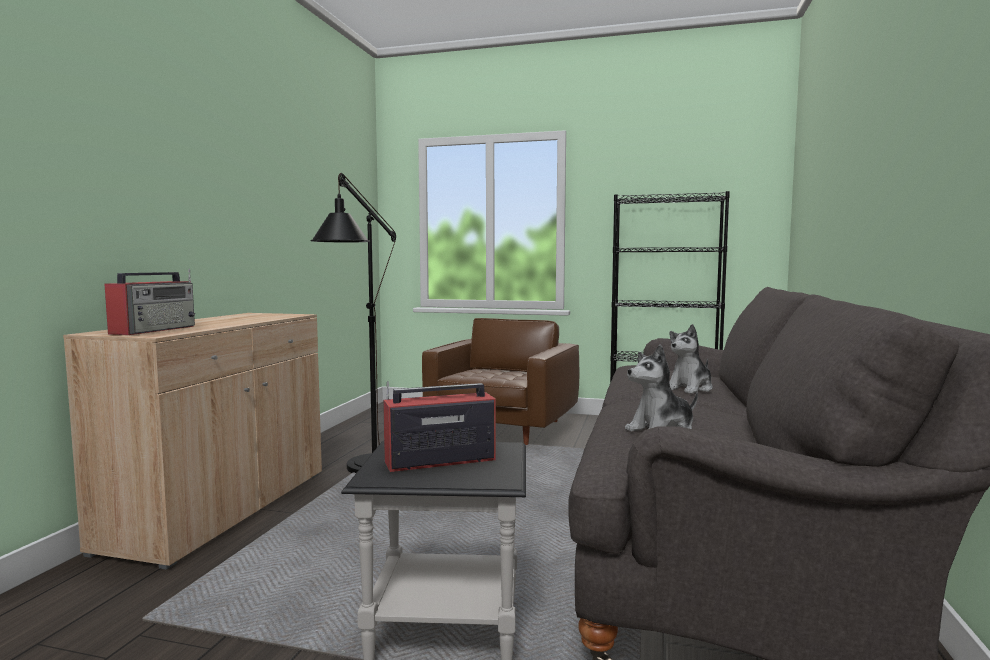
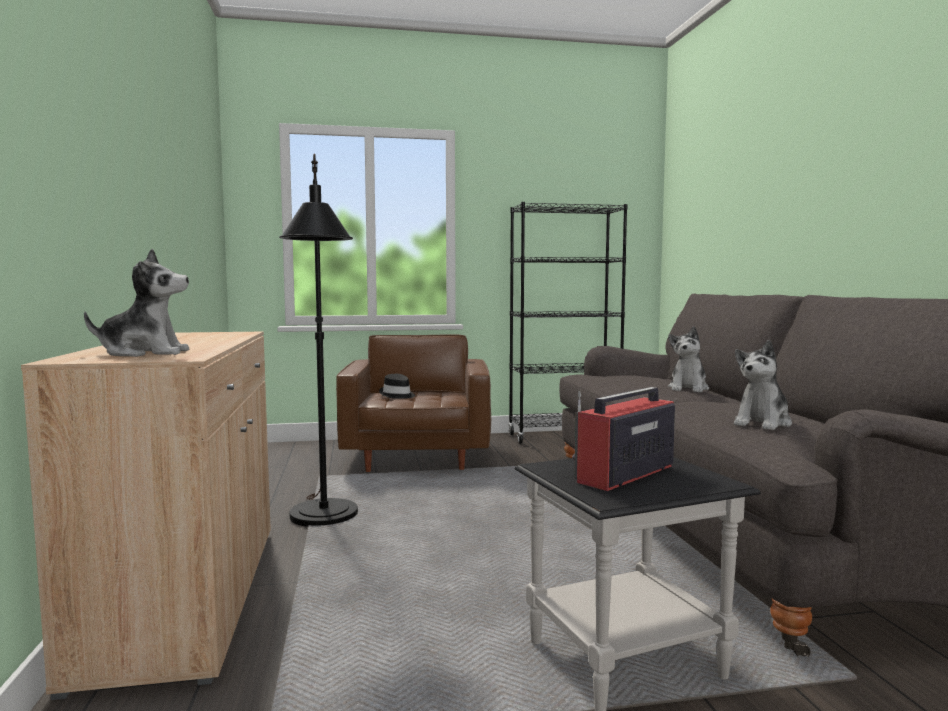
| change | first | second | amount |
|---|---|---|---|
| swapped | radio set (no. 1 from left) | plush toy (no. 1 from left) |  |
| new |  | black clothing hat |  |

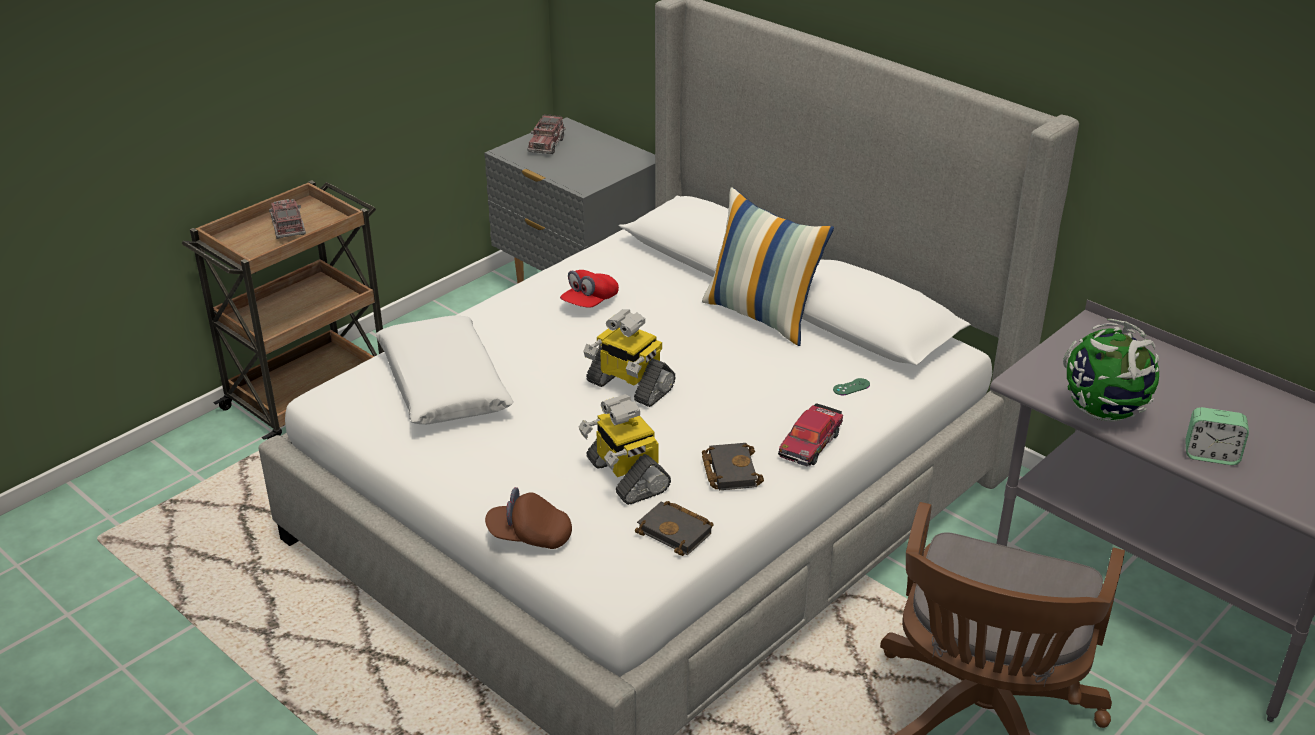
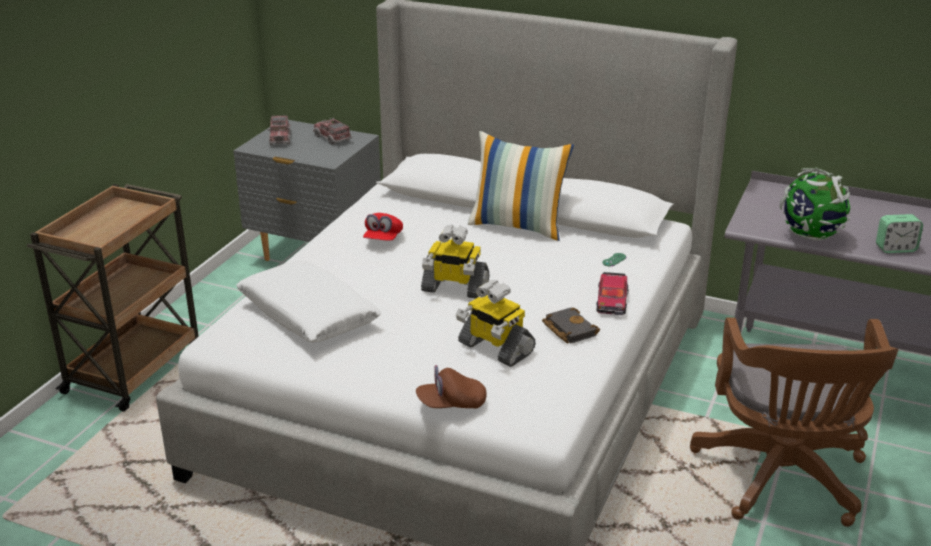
| change | first | second | amount |
|---|---|---|---|
| shifted | toy lorry (no. 1 from left in the first image) | toy lorry (no. 2 from left) |  |
| gone | black volume (no. 1 from left) |  |  |

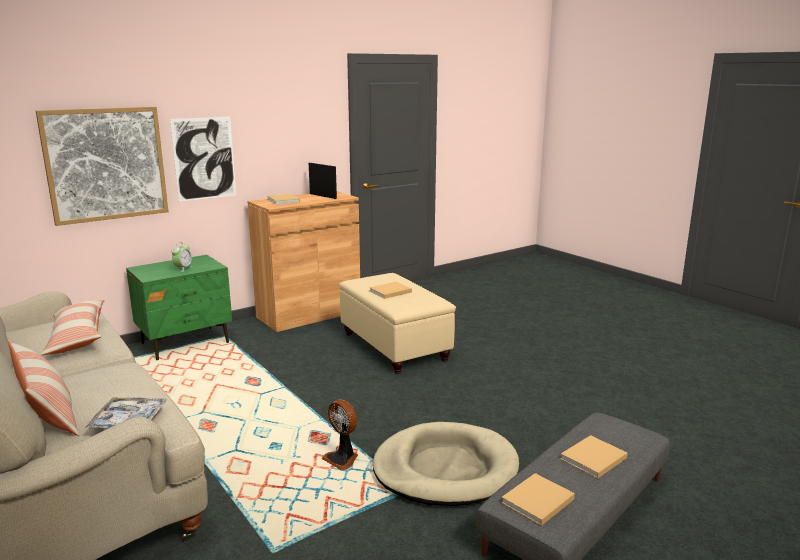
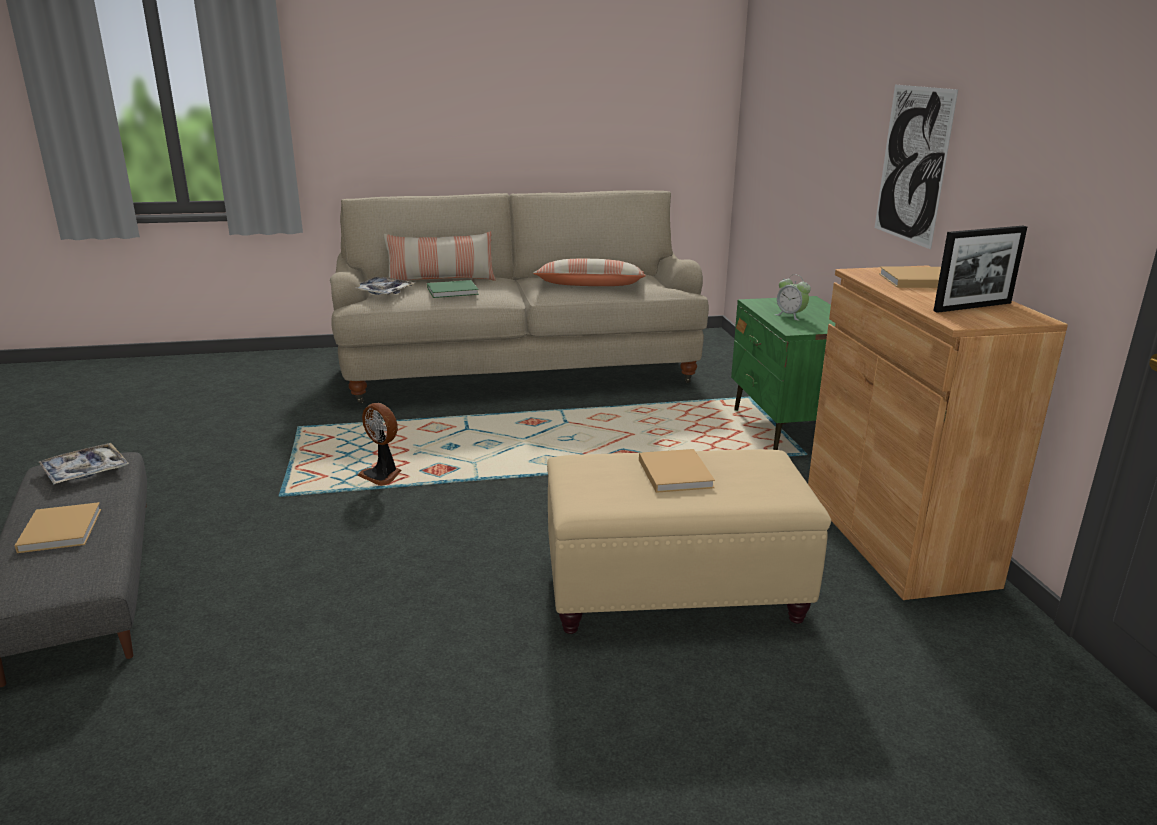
| change | first | second | amount |
|---|---|---|---|
| gone | wall picture (no. 1 from left) |  |  |
| rotated | cooling fan |  | 120 degrees counterclockwise |
| gone | beige-coloured pet bed |  |  |
| swapped | beige-coloured volume (no. 3 from left) | serving tray (no. 1 from left) |  |
| new |  | greenish volume |  |

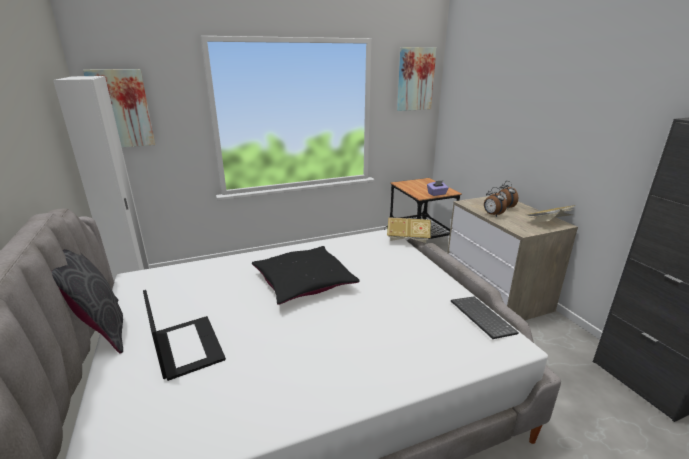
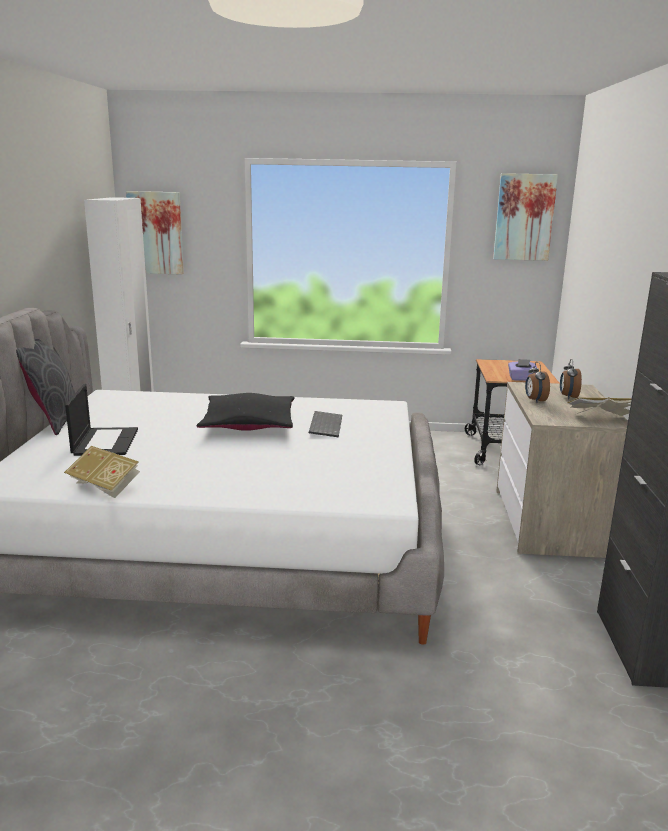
| change | first | second | amount |
|---|---|---|---|
| shifted | volume (no. 1 from left) |  |  |
| shifted | computer keyboard |  |  |

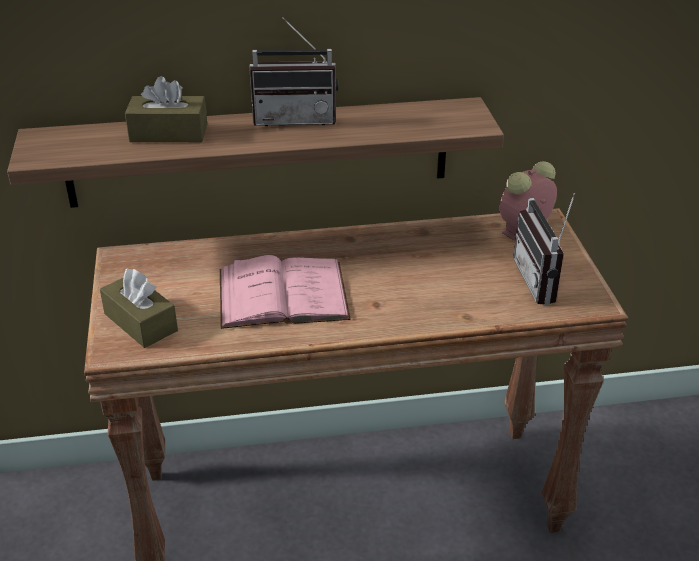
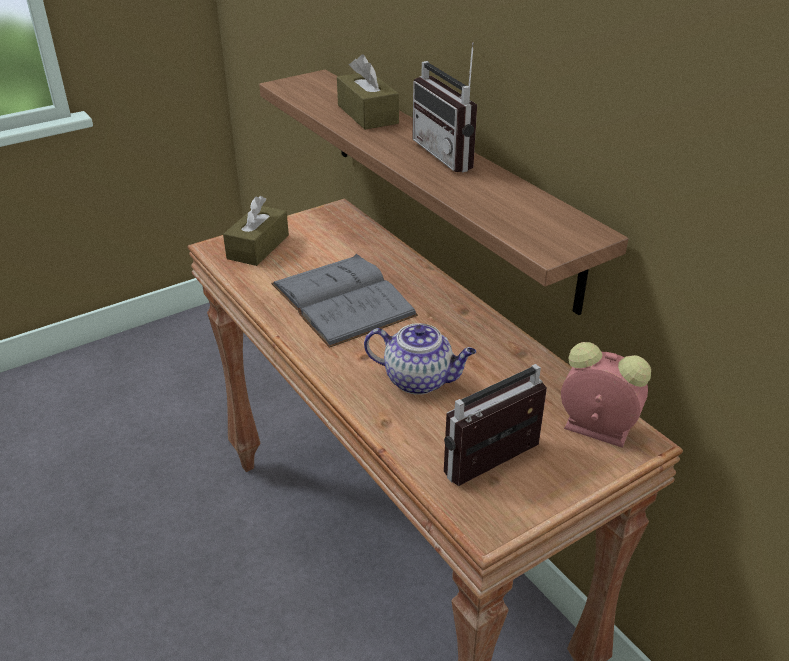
| change | first | second | amount |
|---|---|---|---|
| repainted | pink-coloured volume | gray volume |  |
| new |  | tea pot |  |

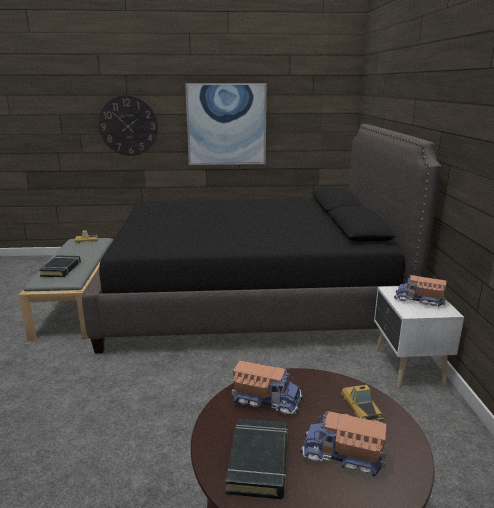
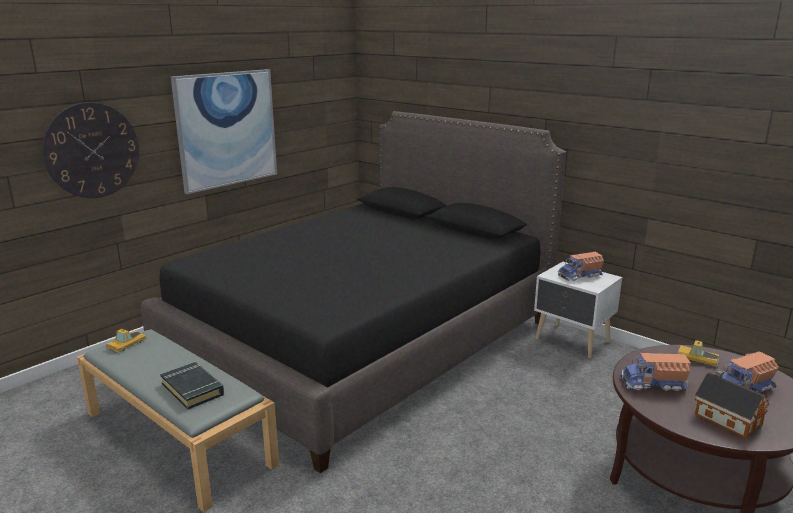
| change | first | second | amount |
|---|---|---|---|
| rotated | toy lorry (no. 1 from left in the first image) | toy lorry (no. 2 from left) | 150 degrees counterclockwise |
| swapped | black volume (no. 2 from left) | model house |  |

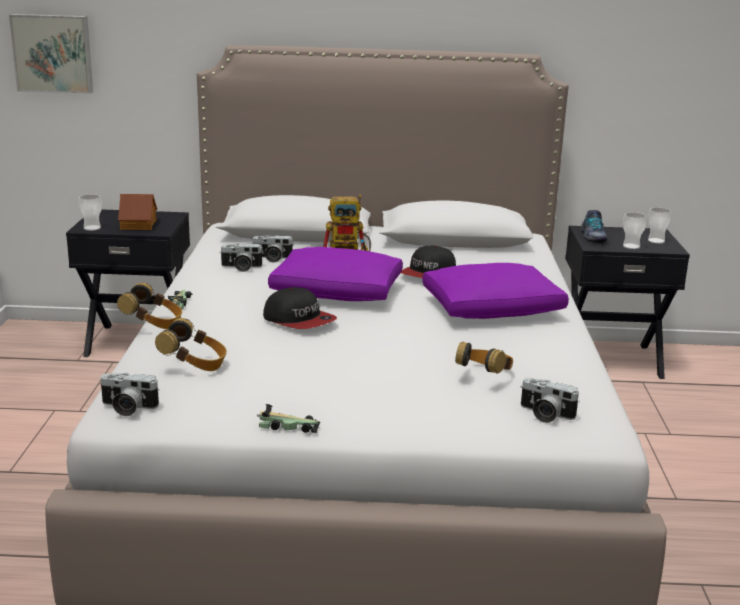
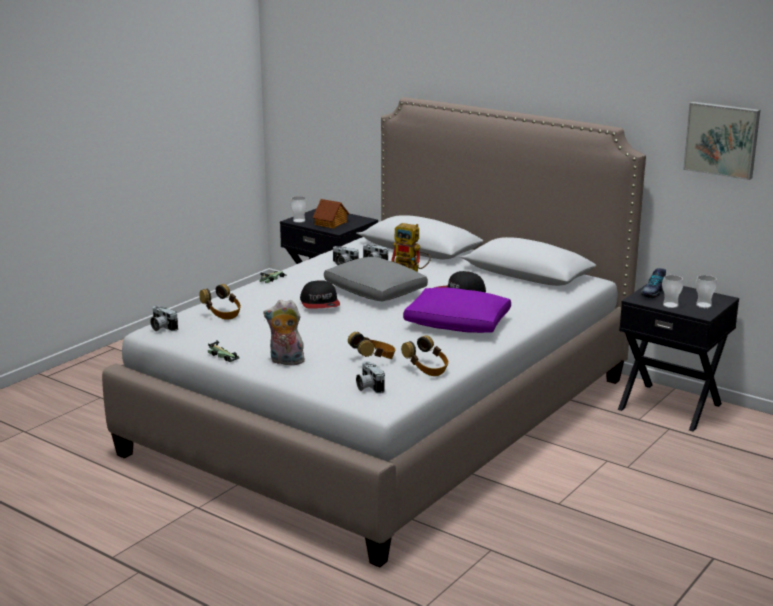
| change | first | second | amount |
|---|---|---|---|
| shifted | wall picture |  |  |
| repainted | purplish cushion (no. 1 from left) | gray cushion |  |
| shifted | headphones (no. 1 from left in the first image) | headphones (no. 3 from left) |  |
| new |  | plush toy |  |

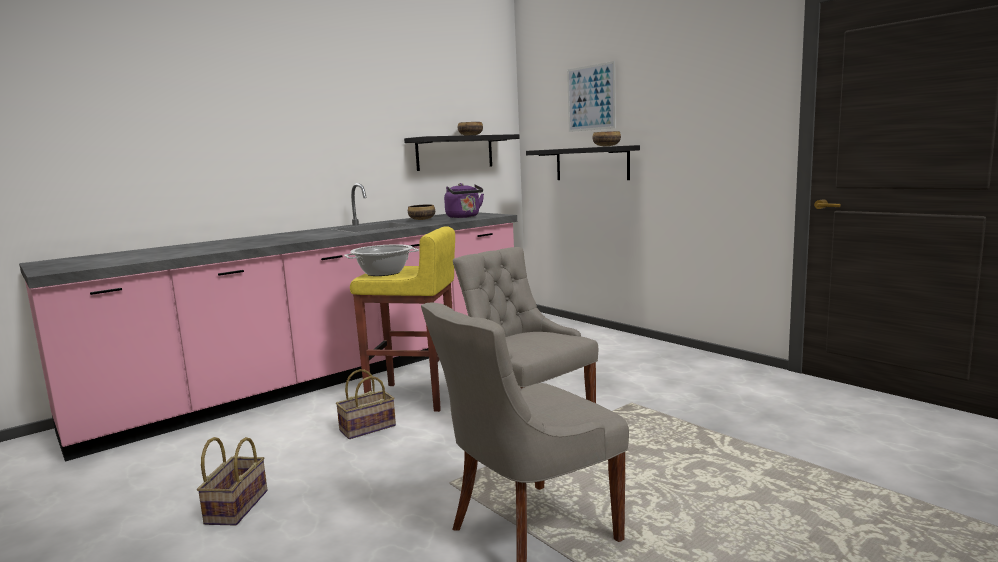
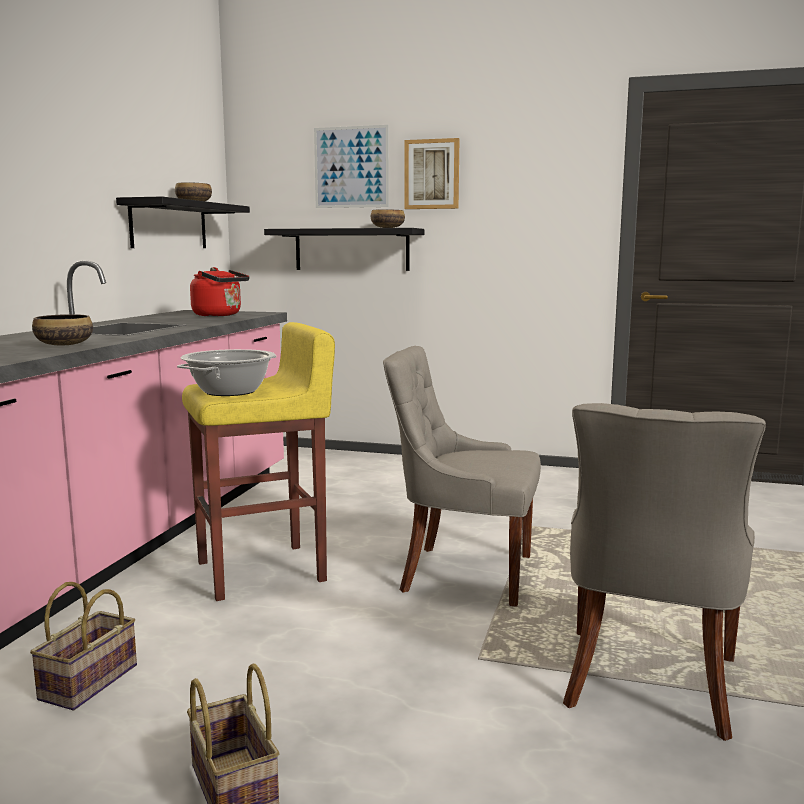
| change | first | second | amount |
|---|---|---|---|
| repainted | purplish water kettle | reddish water kettle |  |
| shifted | deep dish (no. 1 from left) |  |  |
| shifted | storage basket (no. 2 from left in the first image) | storage basket (no. 1 from left) |  |
| new |  | wall picture (no. 2 from left) |  |

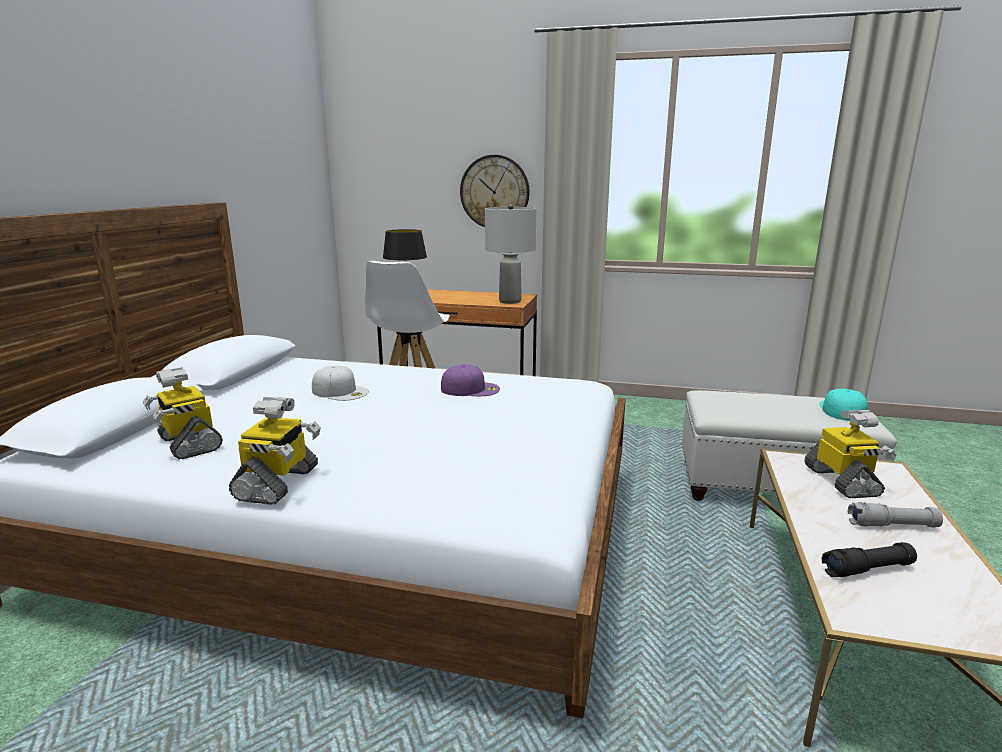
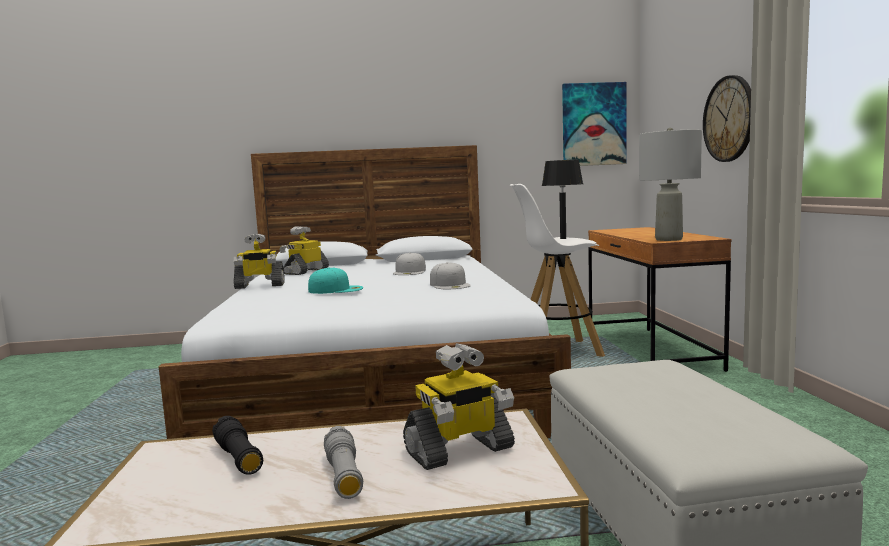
| change | first | second | amount |
|---|---|---|---|
| repainted | purplish cap | white-coloured cap (no. 2 from left) |  |
| shifted | blue-green cap |  |  |
| new |  | wall picture |  |

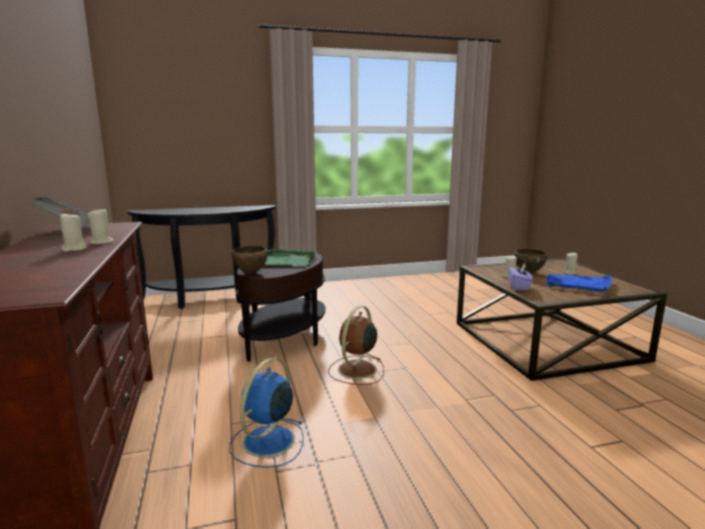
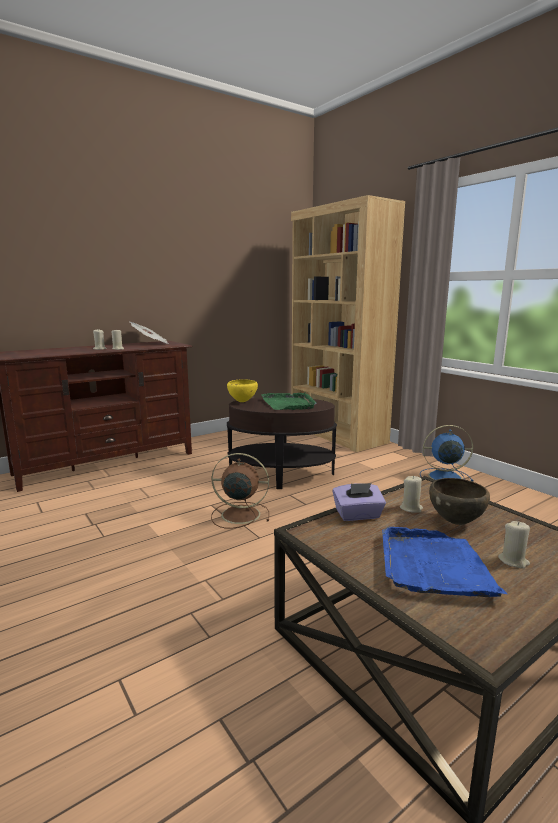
| change | first | second | amount |
|---|---|---|---|
| swapped | black narrow table | brown bookshelf |  |
| repainted | brown deep dish (no. 1 from left) | yellow deep dish |  |
| shifted | blue cooling fan |  |  |

